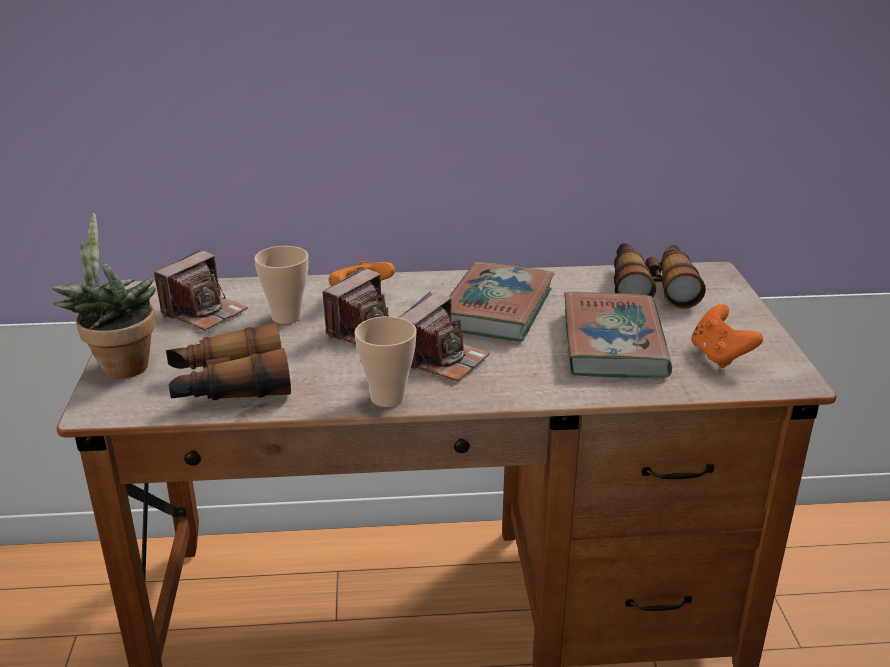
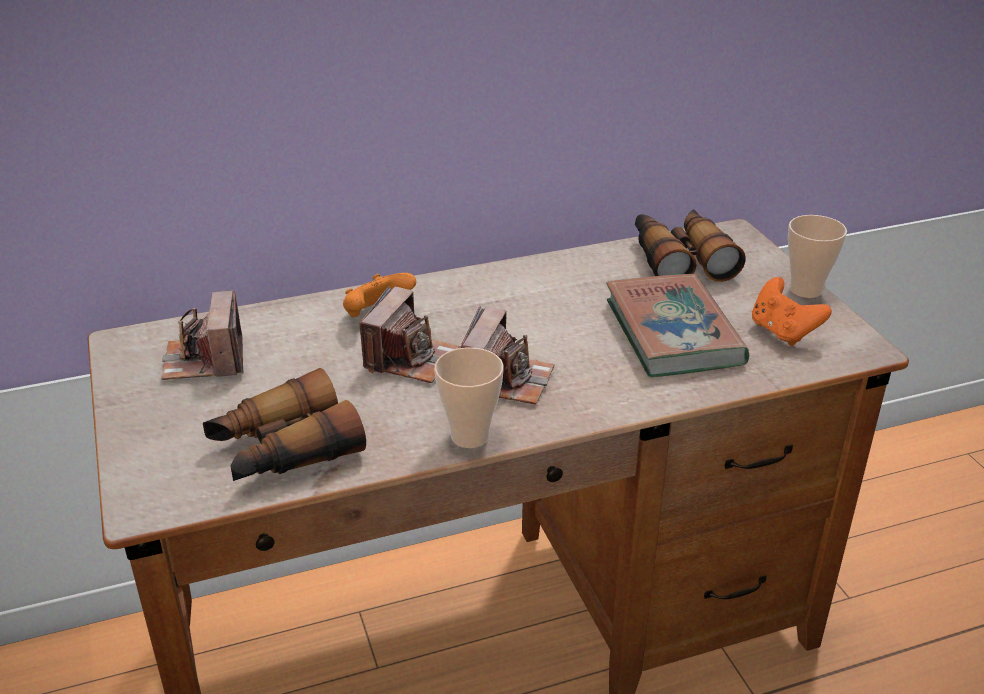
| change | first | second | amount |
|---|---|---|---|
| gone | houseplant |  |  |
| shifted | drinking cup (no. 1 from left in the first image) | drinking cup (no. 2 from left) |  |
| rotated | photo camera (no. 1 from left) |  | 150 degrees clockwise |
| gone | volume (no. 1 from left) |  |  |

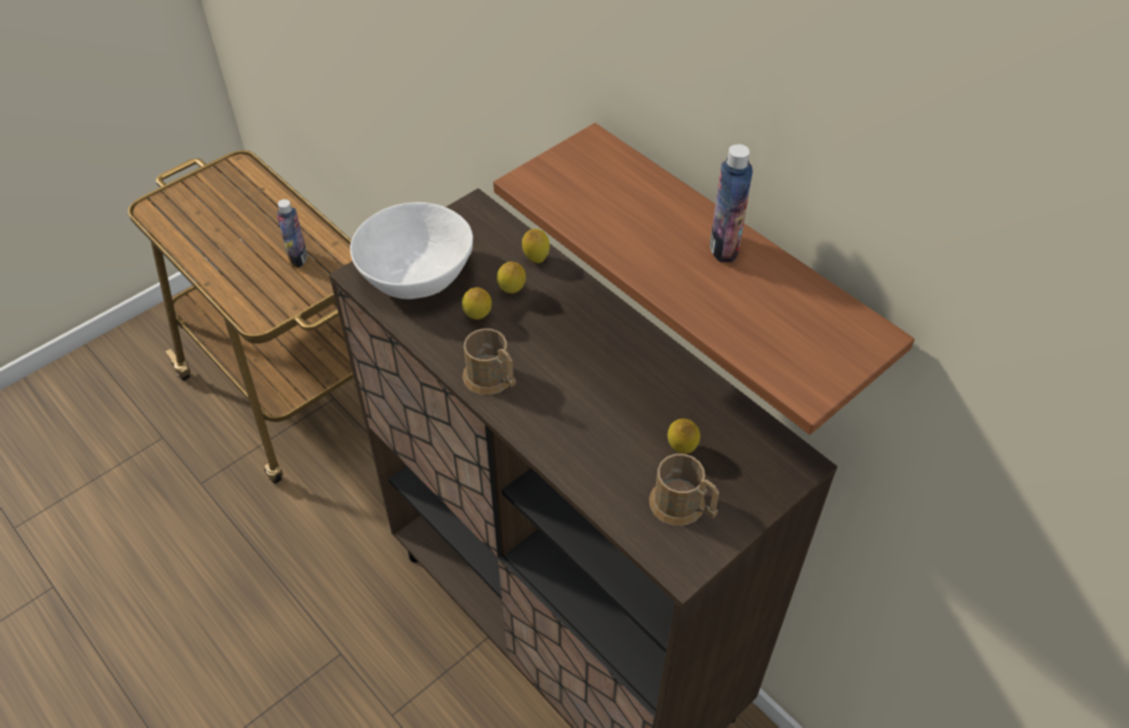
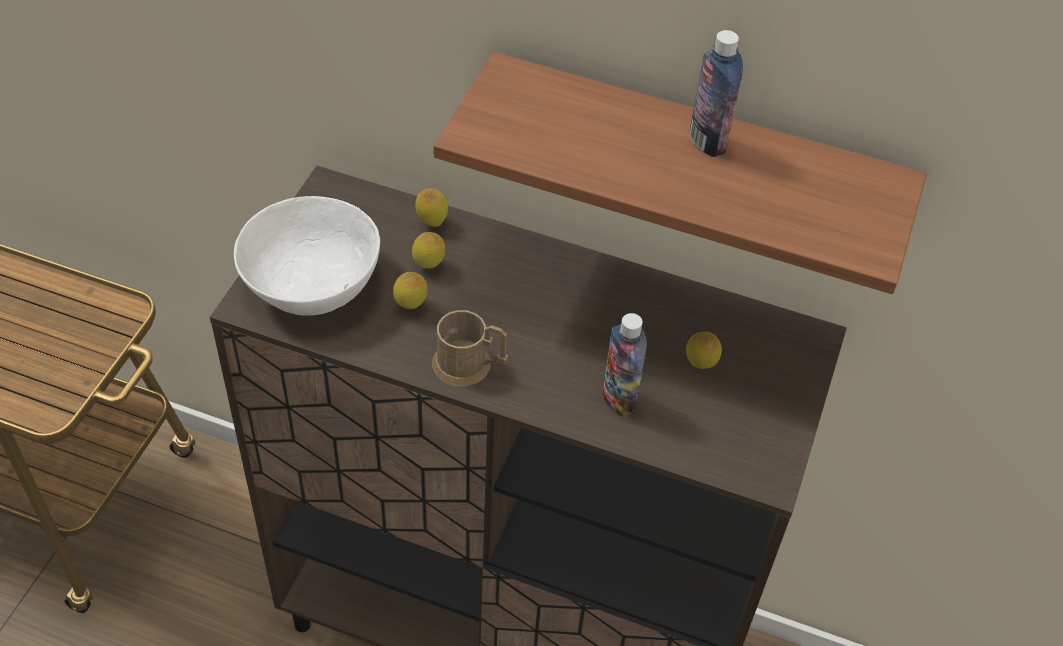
| change | first | second | amount |
|---|---|---|---|
| shifted | bottle (no. 1 from left) |  |  |
| gone | brown mug (no. 2 from left) |  |  |

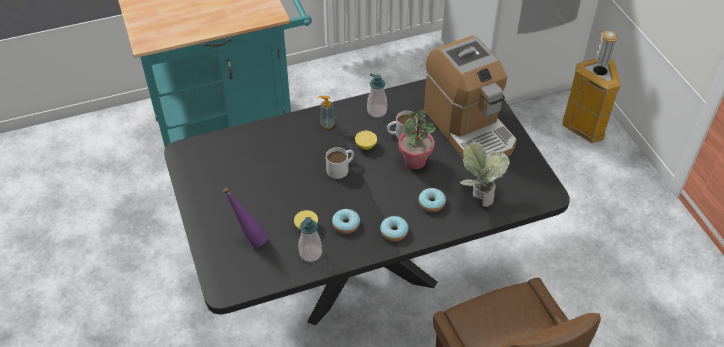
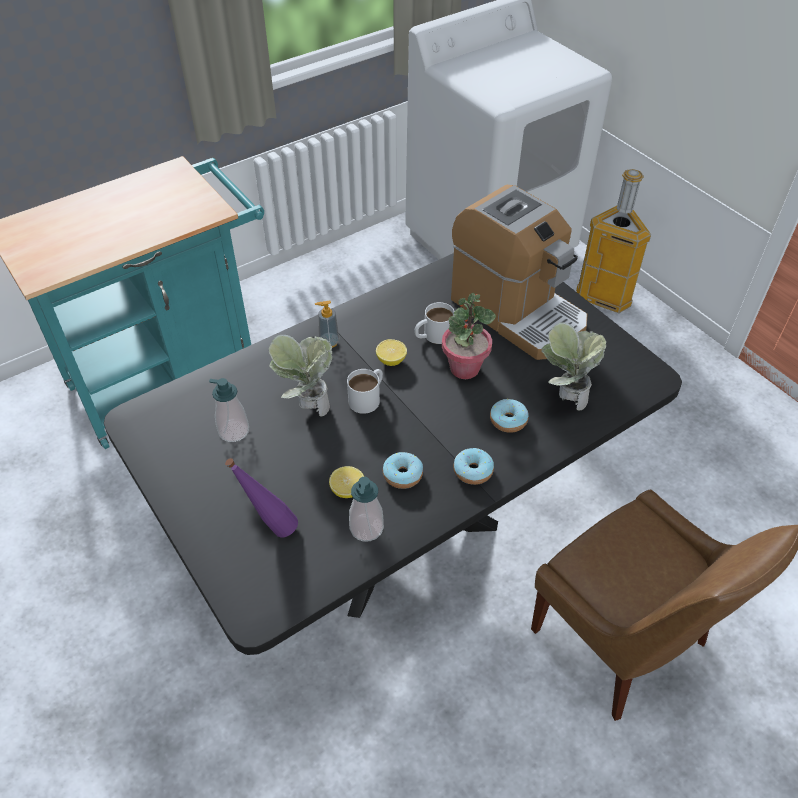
| change | first | second | amount |
|---|---|---|---|
| shifted | soap bottle (no. 3 from left in the first image) | soap bottle (no. 1 from left) |  |
| new |  | houseplant (no. 1 from left) |  |

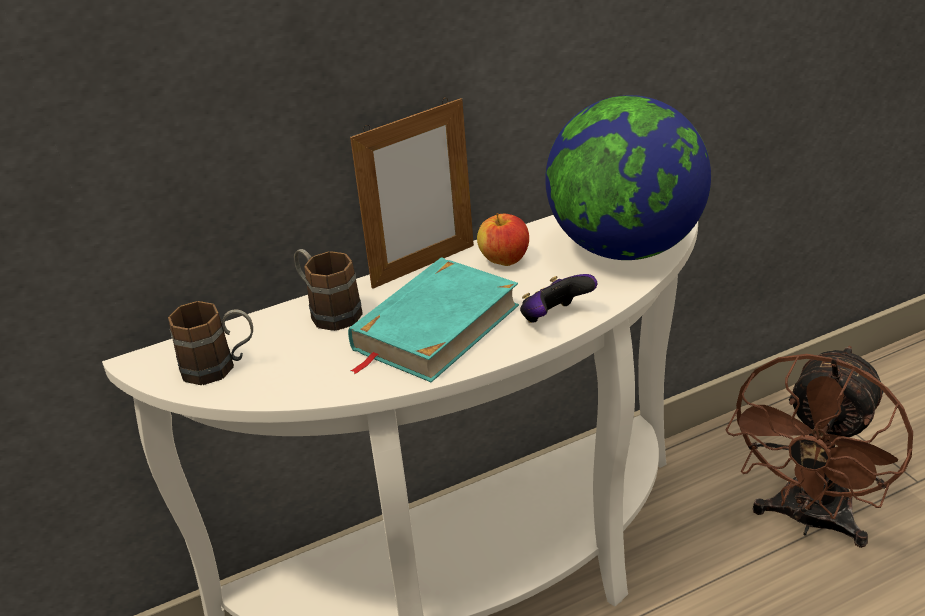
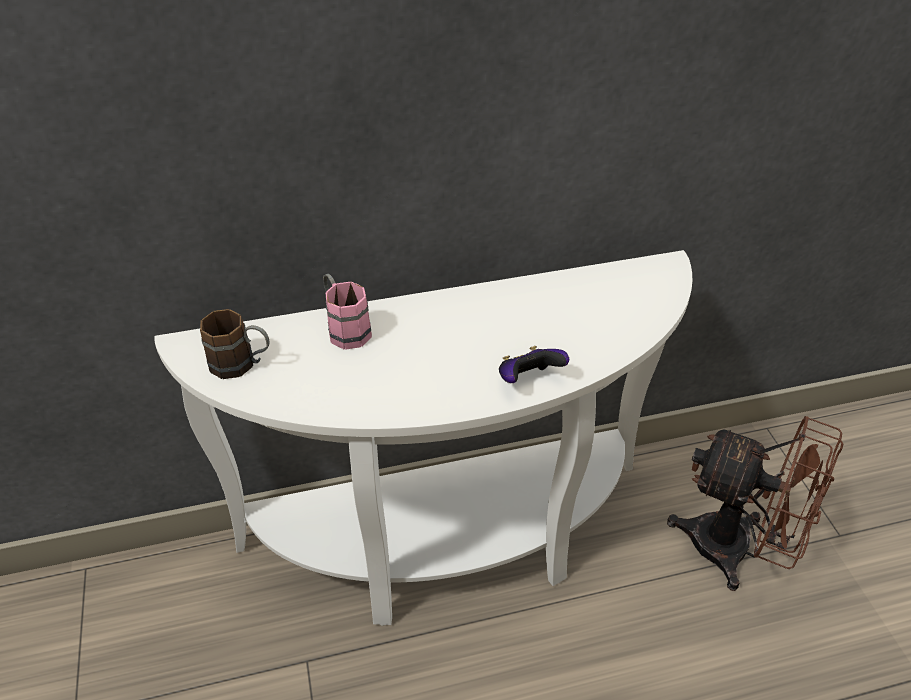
| change | first | second | amount |
|---|---|---|---|
| gone | desk globe |  |  |
| gone | picture frame |  |  |
| gone | apple |  |  |
| repainted | brown mug (no. 2 from left) | pink-coloured mug |  |
| gone | blue-green volume |  |  |
| rotated | brown cooling fan |  | 105 degrees counterclockwise |

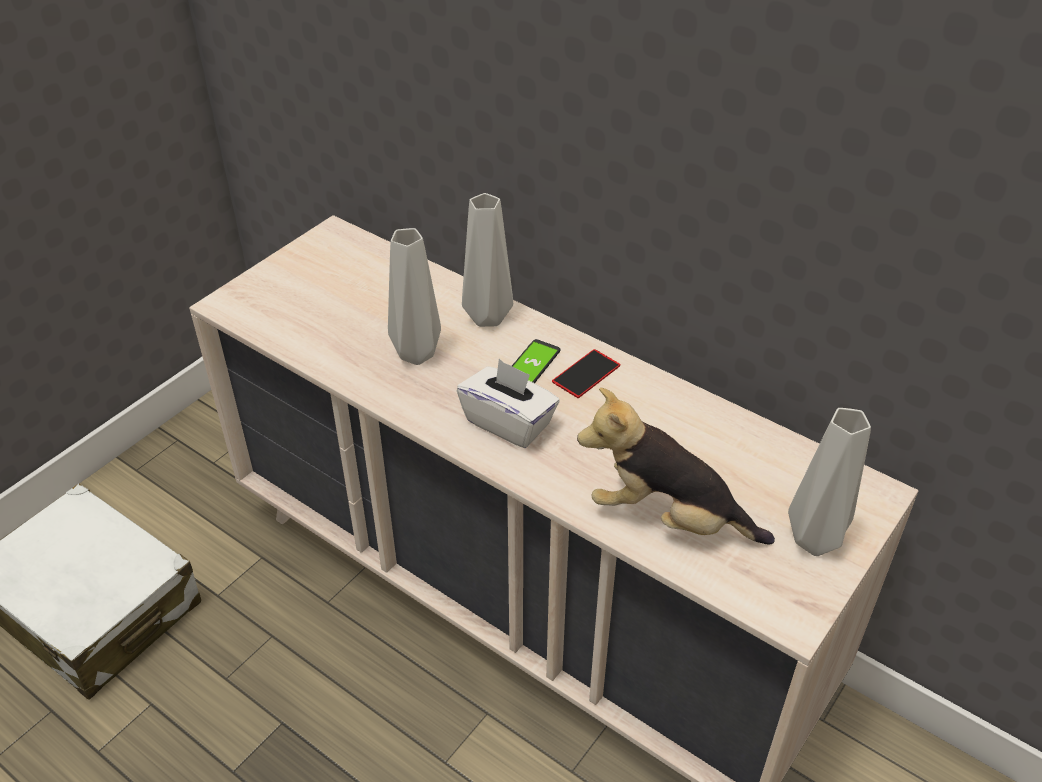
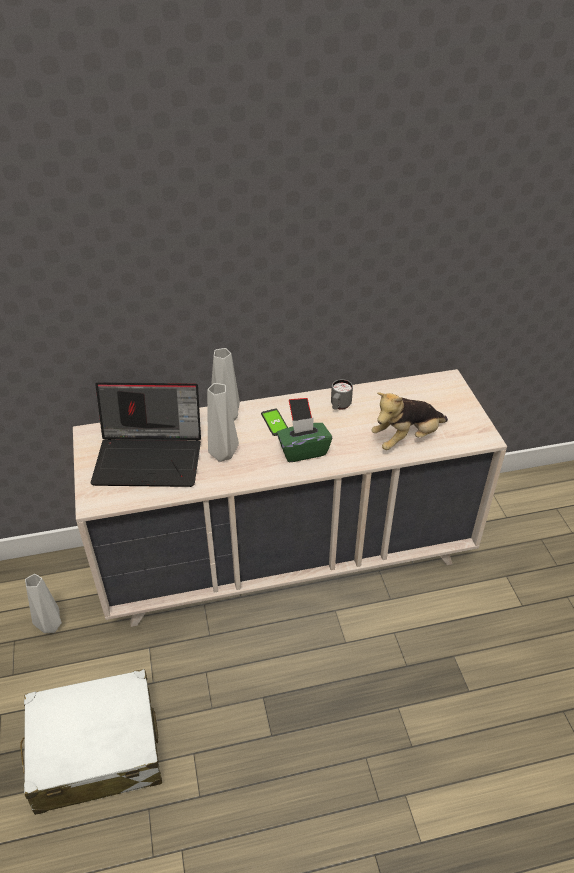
| change | first | second | amount |
|---|---|---|---|
| repainted | white-coloured tissue box | greenish tissue box |  |
| shifted | gray decorative vase (no. 3 from left in the first image) | gray decorative vase (no. 1 from left) |  |
| new |  | gray mug |  |
| new |  | notebook computer |  |

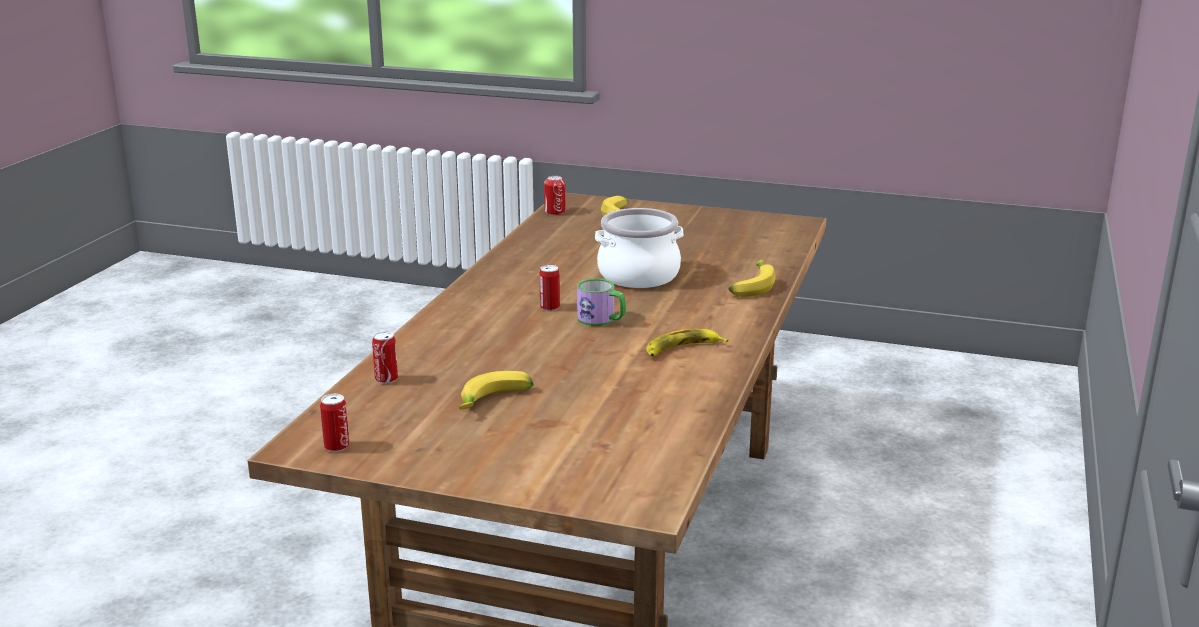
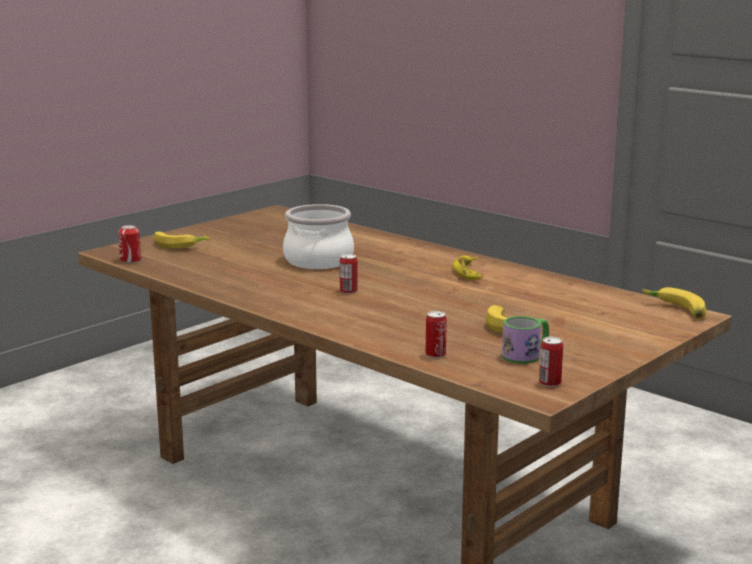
| change | first | second | amount |
|---|---|---|---|
| shifted | banana fruit (no. 4 from left) |  |  |
| shifted | mug |  |  |

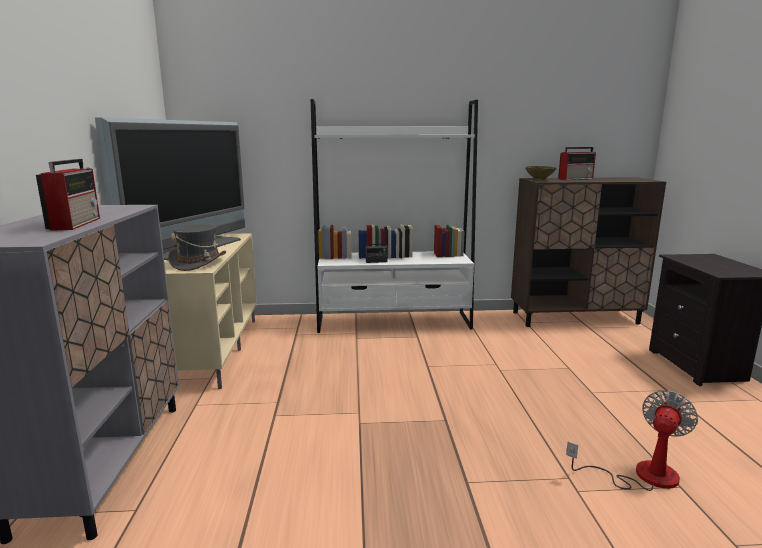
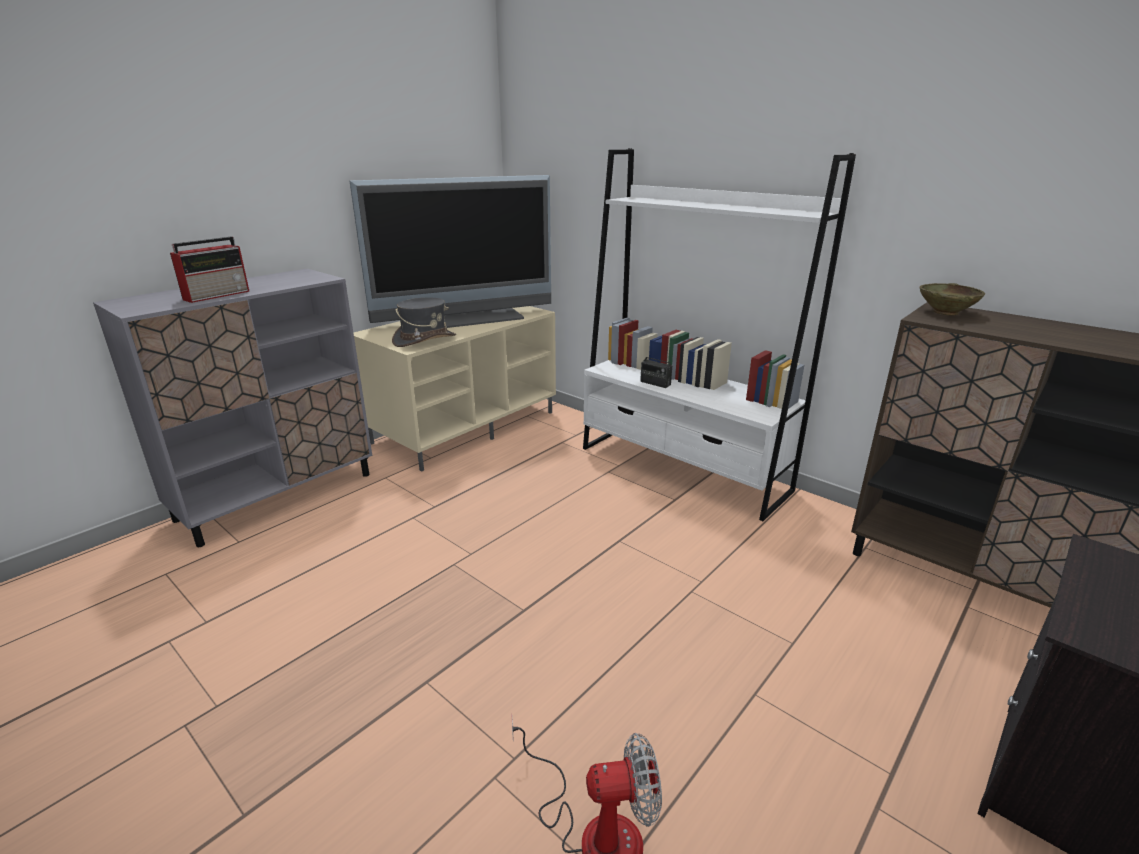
| change | first | second | amount |
|---|---|---|---|
| gone | radio set (no. 3 from left) |  |  |

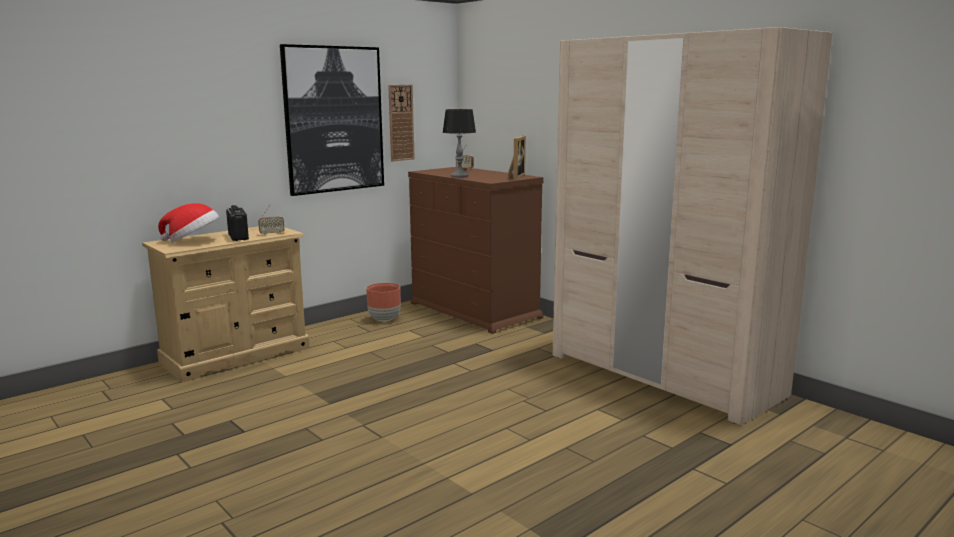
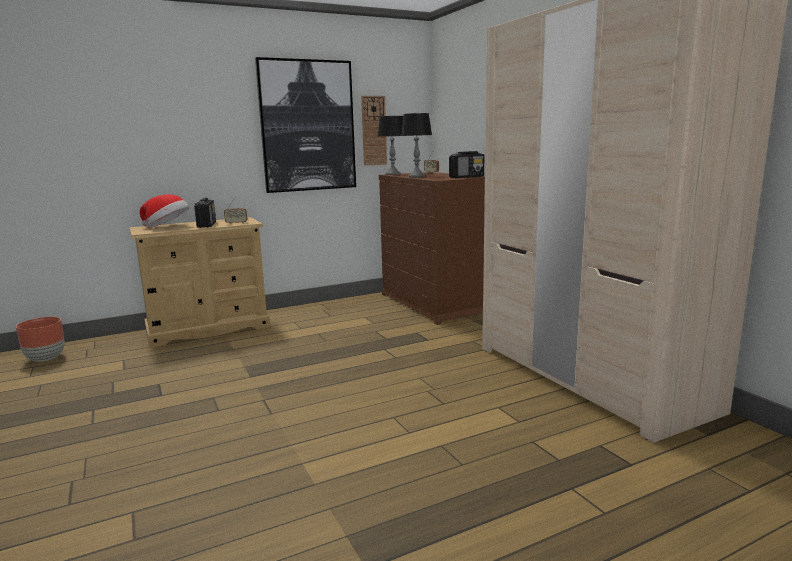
| change | first | second | amount |
|---|---|---|---|
| swapped | picture frame | radio set (no. 4 from left) |  |
| shifted | brown planter |  |  |
| new |  | tabletop lamp (no. 1 from left) |  |

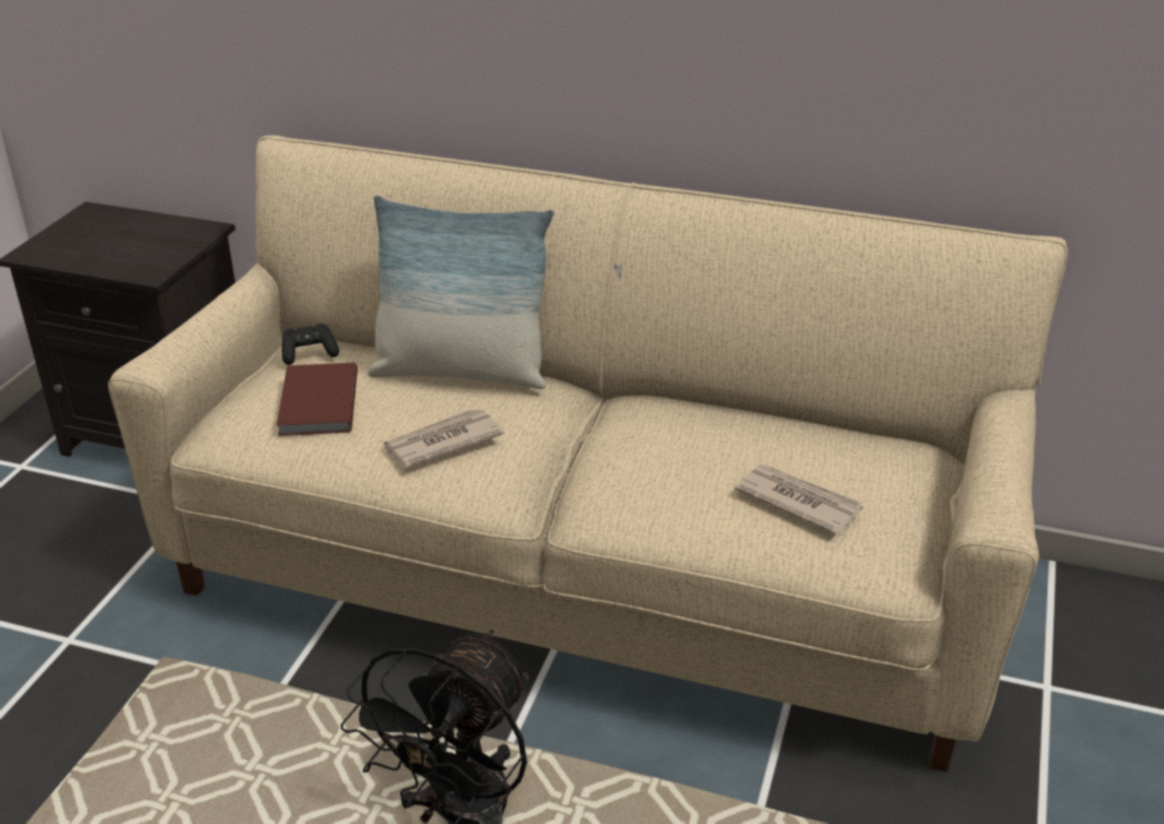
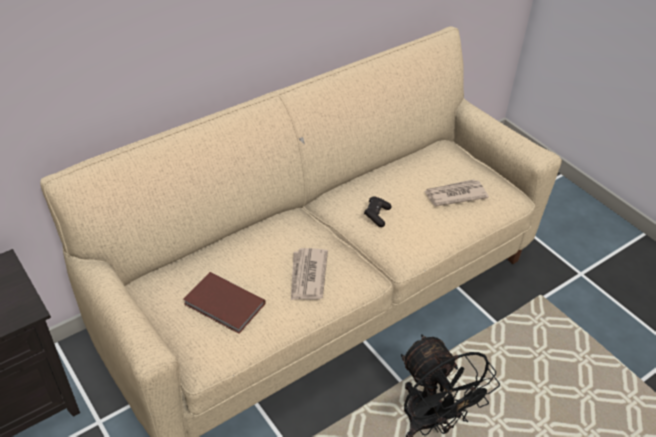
| change | first | second | amount |
|---|---|---|---|
| gone | cushion |  |  |
| shifted | black joypad |  |  |

